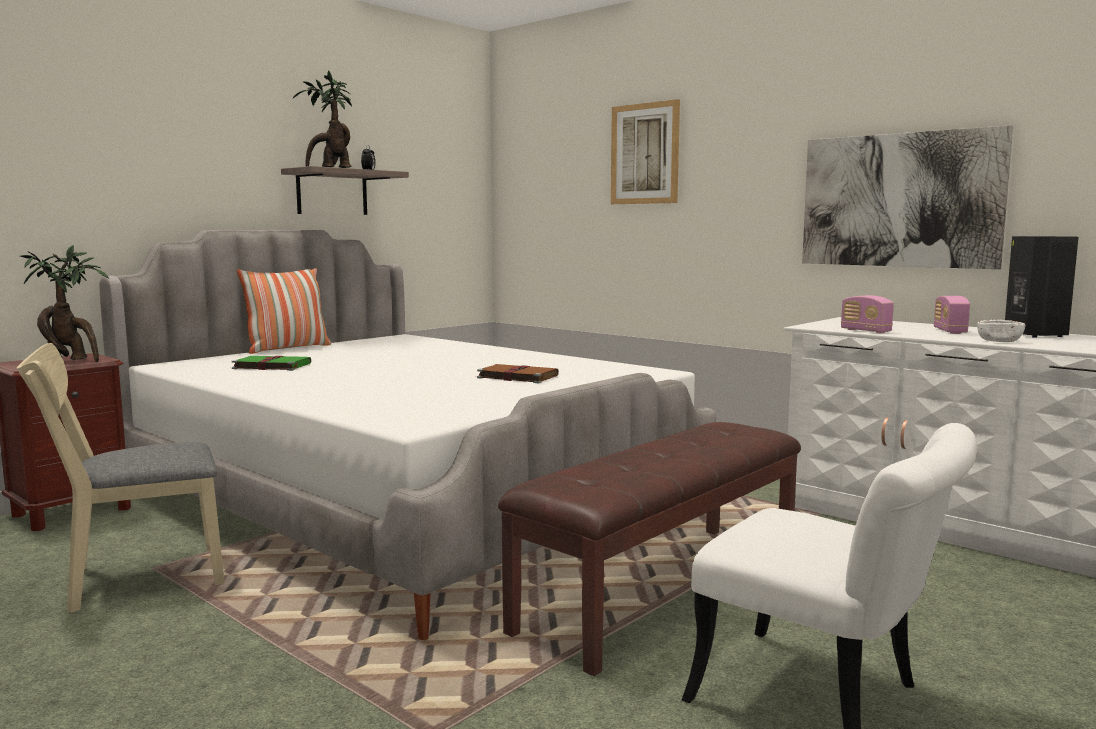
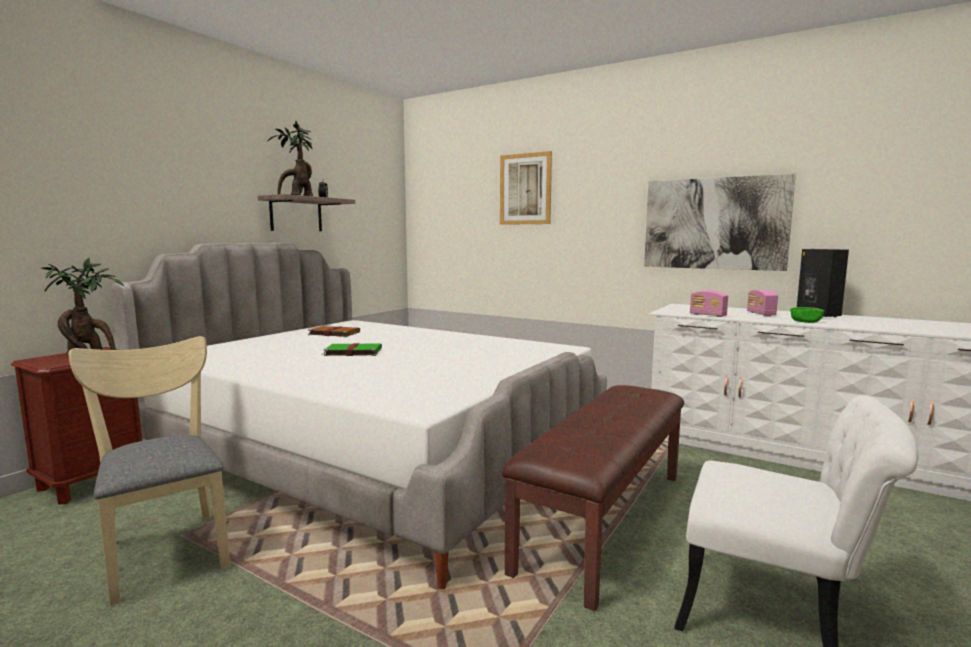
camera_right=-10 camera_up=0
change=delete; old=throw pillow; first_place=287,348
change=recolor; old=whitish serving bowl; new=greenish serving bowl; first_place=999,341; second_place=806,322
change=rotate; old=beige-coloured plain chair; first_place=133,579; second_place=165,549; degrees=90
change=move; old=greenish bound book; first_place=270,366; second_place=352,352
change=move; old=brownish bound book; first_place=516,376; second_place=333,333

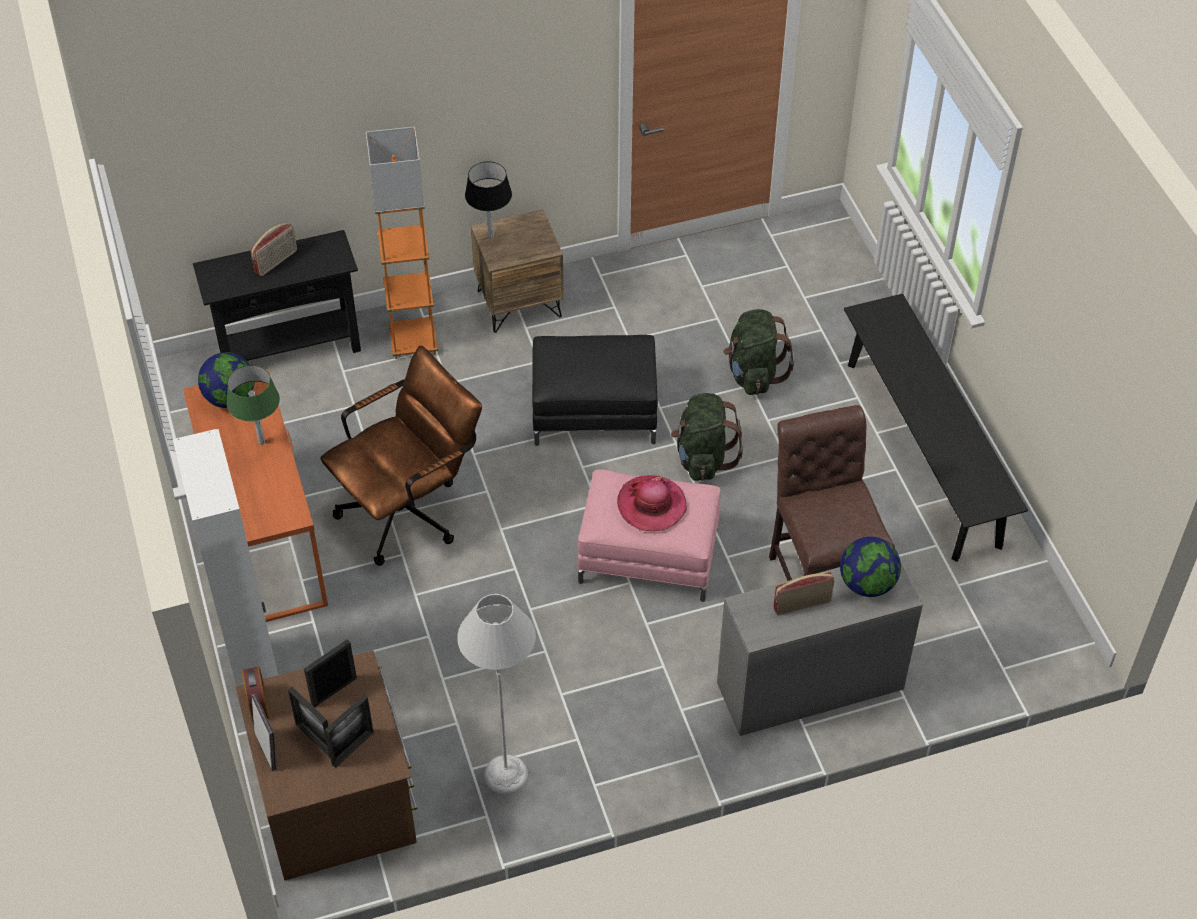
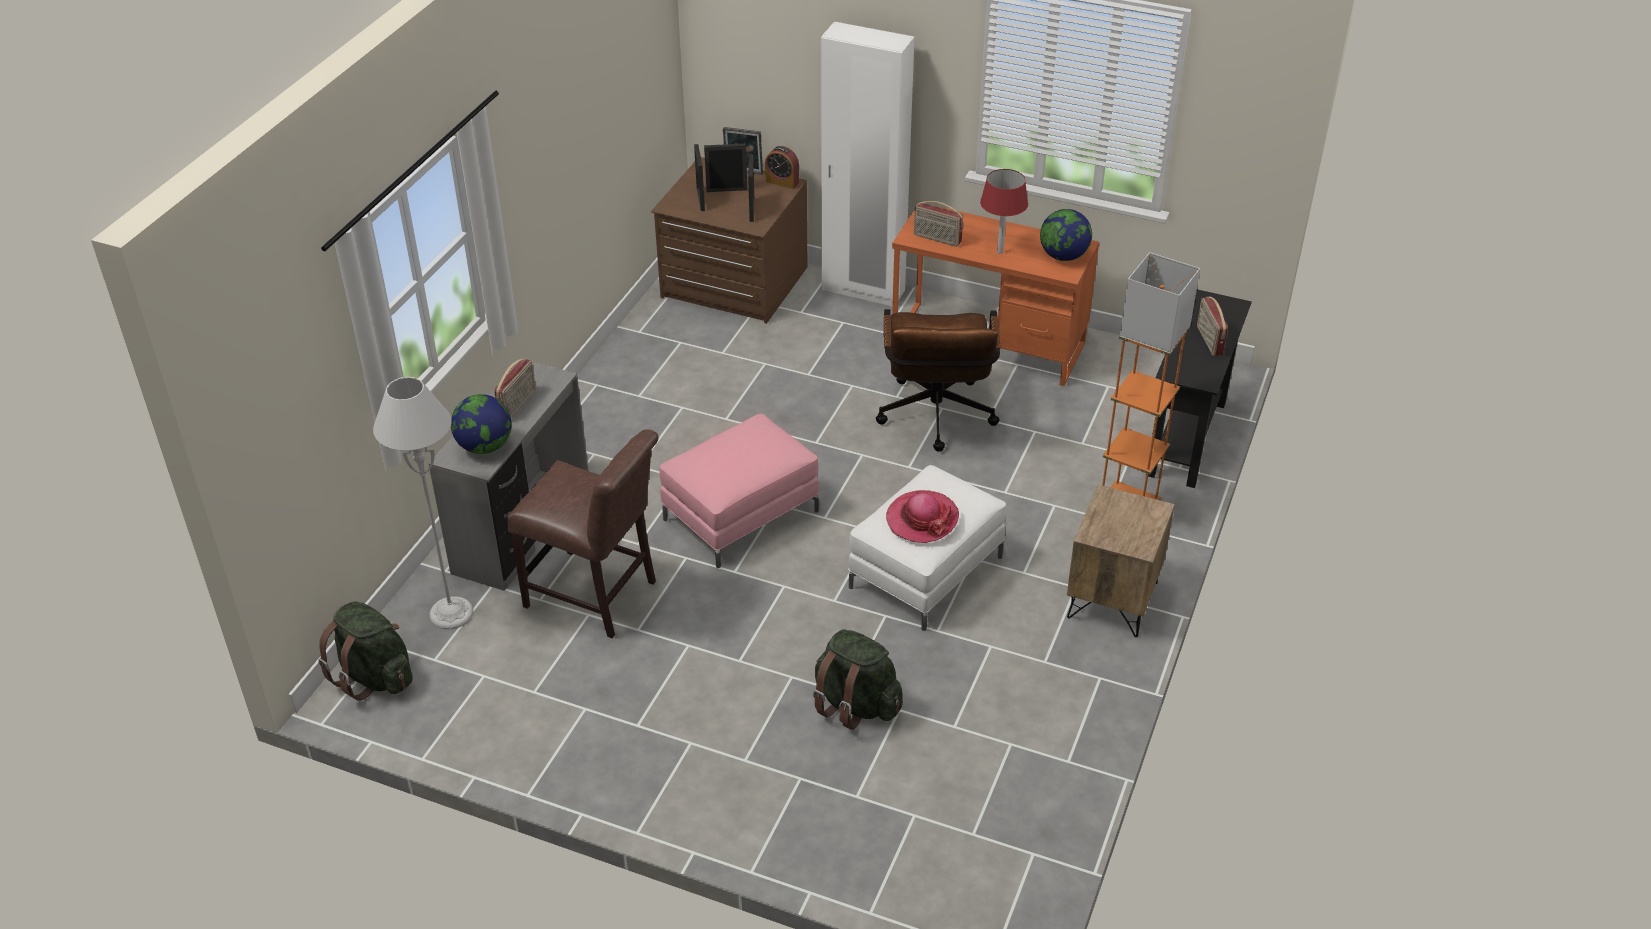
camera_right=130 camera_up=-10
change=delete; old=black tabletop lamp; first_place=490,236
change=delete; old=black long seat; first_place=922,452
change=recolor; old=black footrest; new=whitish footrest; first_place=594,412; second_place=926,572
change=recolor; old=greenish tabletop lamp; new=reddish tabletop lamp; first_place=261,442; second_place=1000,252
change=move; old=greenish backpack; first_place=703,458; second_place=374,676
change=move; old=clothing hat; first_place=651,505; second_place=922,519
change=move; old=gray floor lamp; first_place=506,774; second_place=451,613
change=insert; new=radio; second_place=937,239

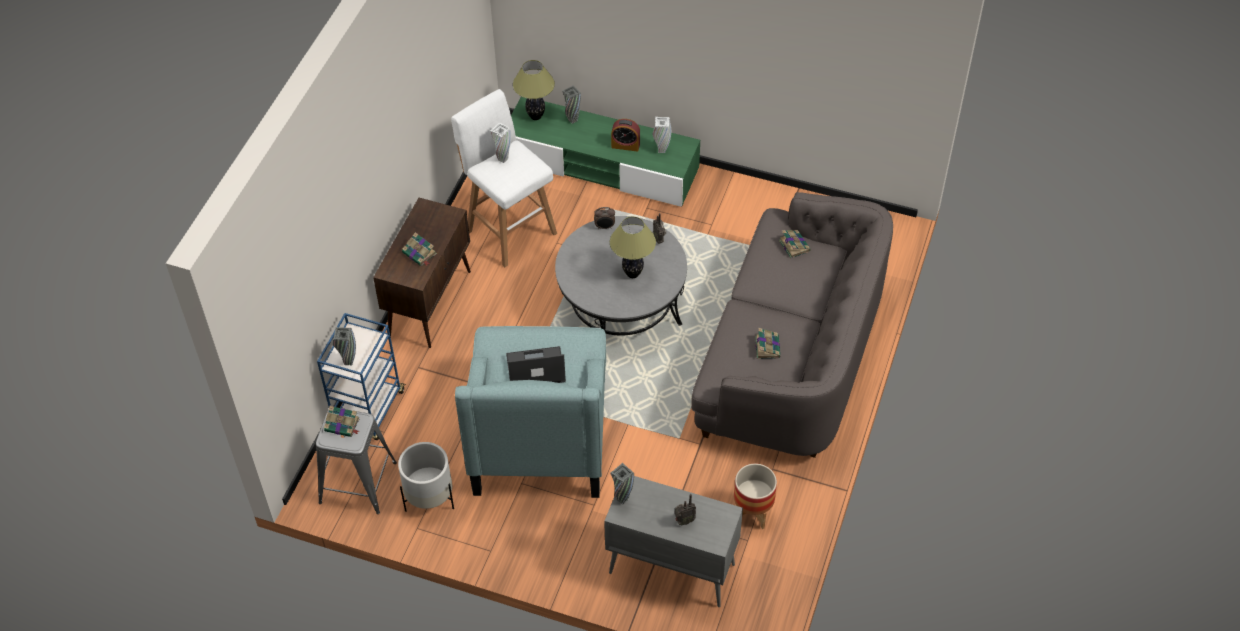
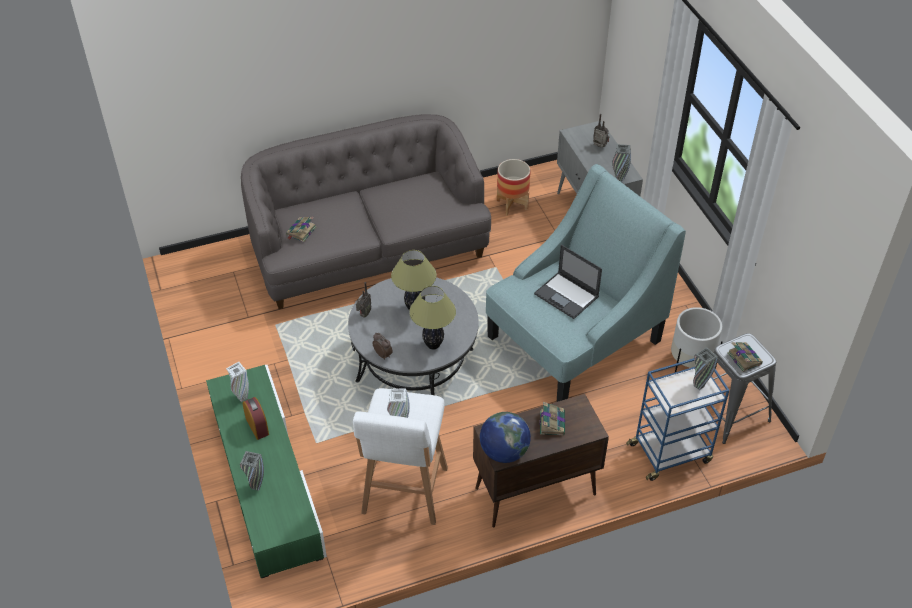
camera_right=-130 camera_up=-5
change=move; old=tabletop lamp; first_place=535,116; second_place=433,345
change=delete; old=bound book; first_place=767,347
change=insert; new=world globe; second_place=504,452

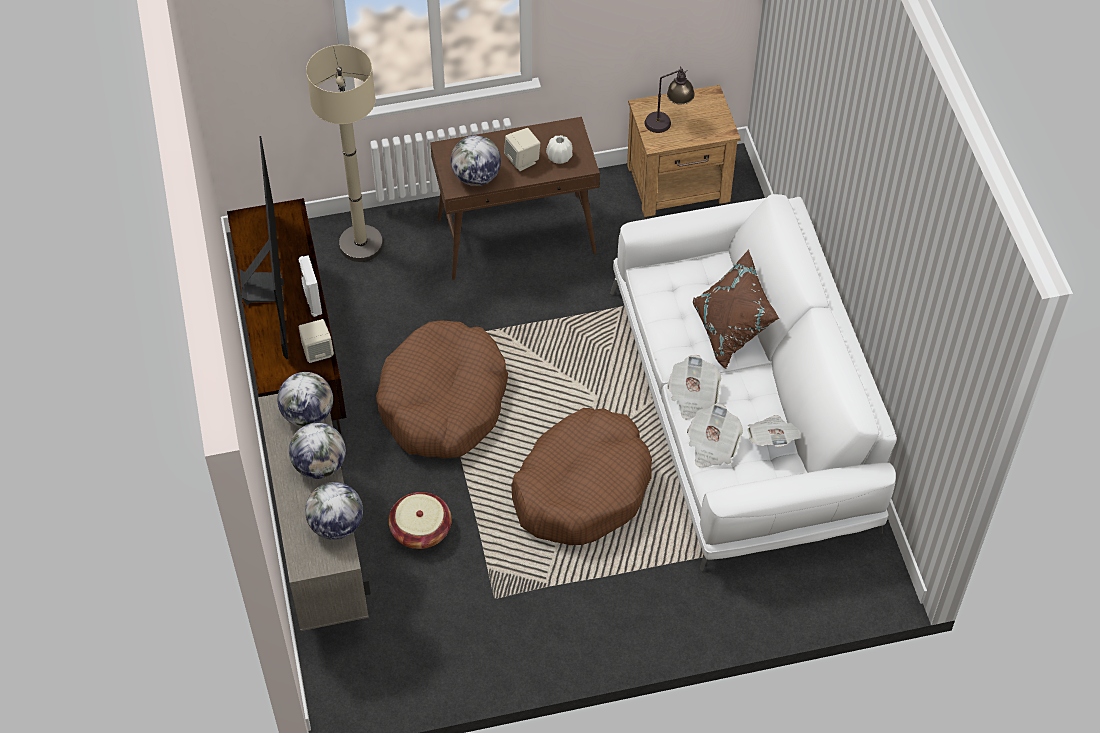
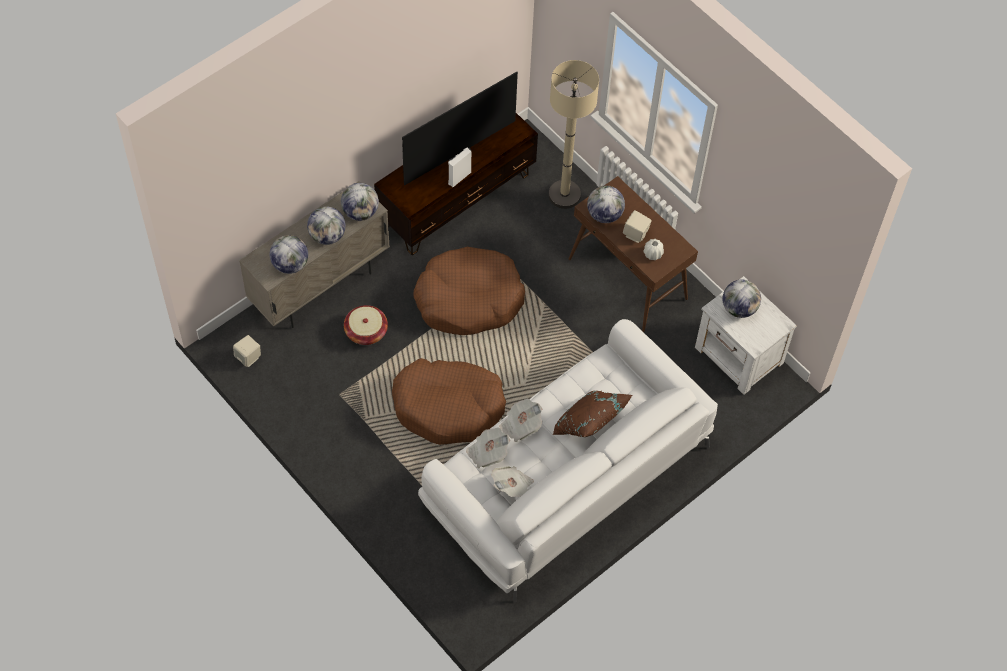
camera_right=60 camera_up=5
change=replace; old=tabletop lamp; new=world globe; first_place=668,122; second_place=739,308
change=recolor; old=brownish nightstand; new=whitish nightstand; first_place=680,184; second_place=739,357
change=move; old=beige-coloured speaker; first_place=318,351; second_place=248,357

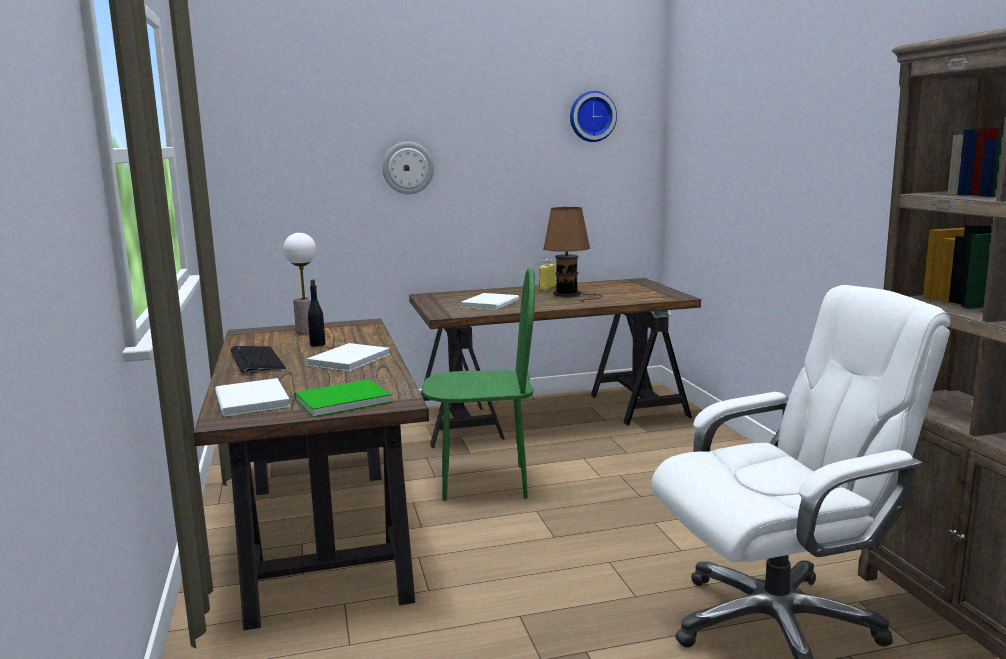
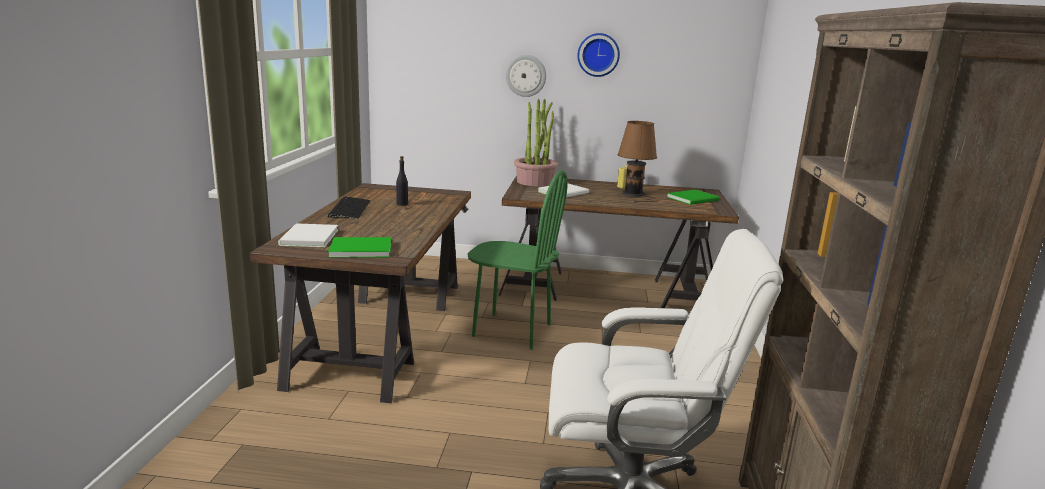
camera_right=20 camera_up=5
change=move; old=wall clock; first_place=591,116; second_place=598,55
change=delete; old=tabletop lamp; first_place=306,330
change=delete; old=whitish bound book; first_place=346,360
change=insert; new=plant in a pot; second_place=535,182
change=insert; new=greenish bound book; second_place=694,199

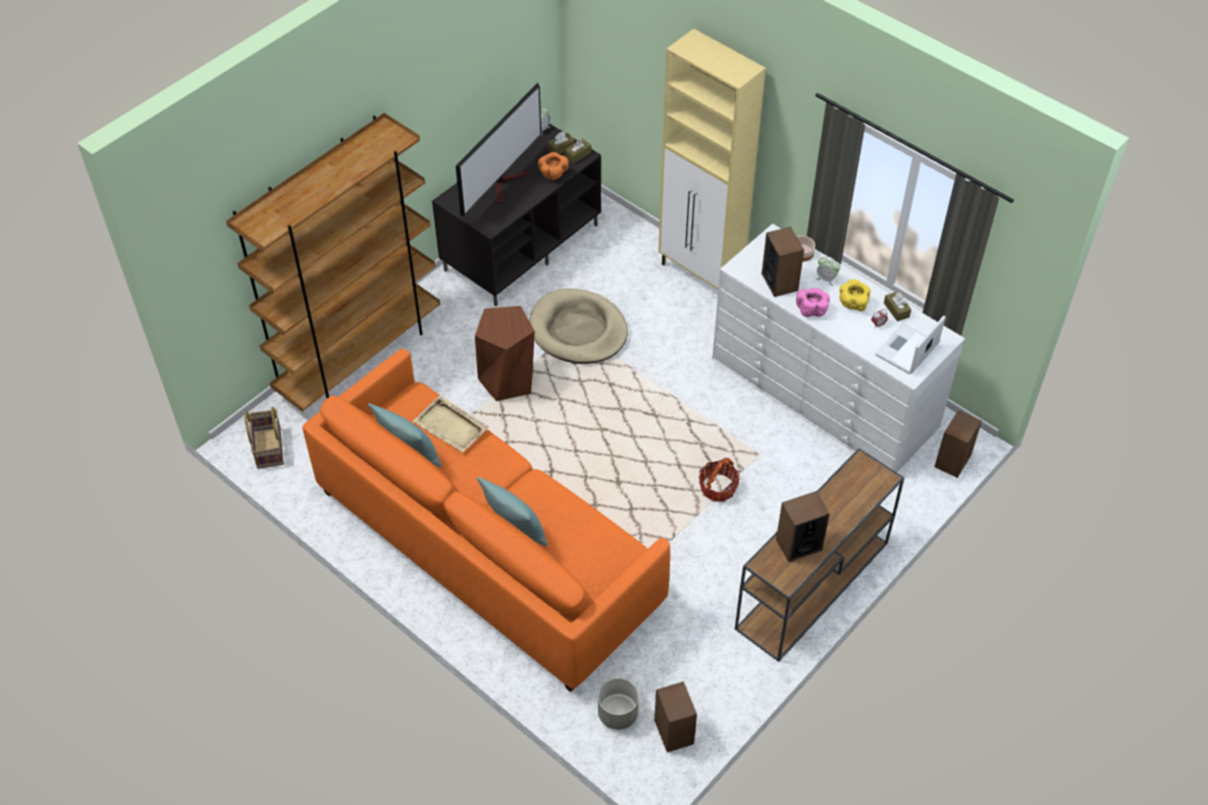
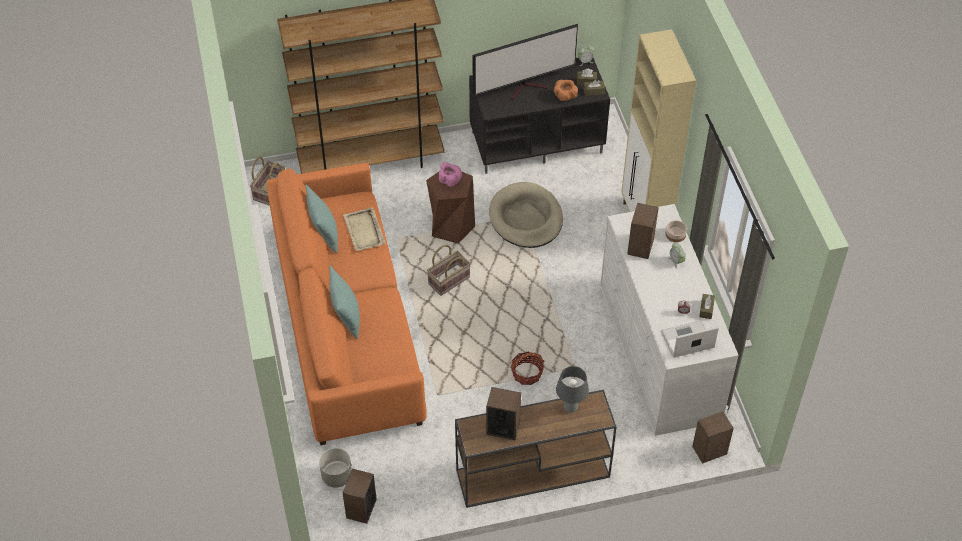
camera_right=35 camera_up=0
change=delete; old=yellow-coloured serving bowl; first_place=852,304
change=move; old=pink-coloured serving bowl; first_place=811,310; second_place=450,180
change=insert; new=storage basket; second_place=448,280
change=insert; new=gray tabletop lamp; second_place=571,408

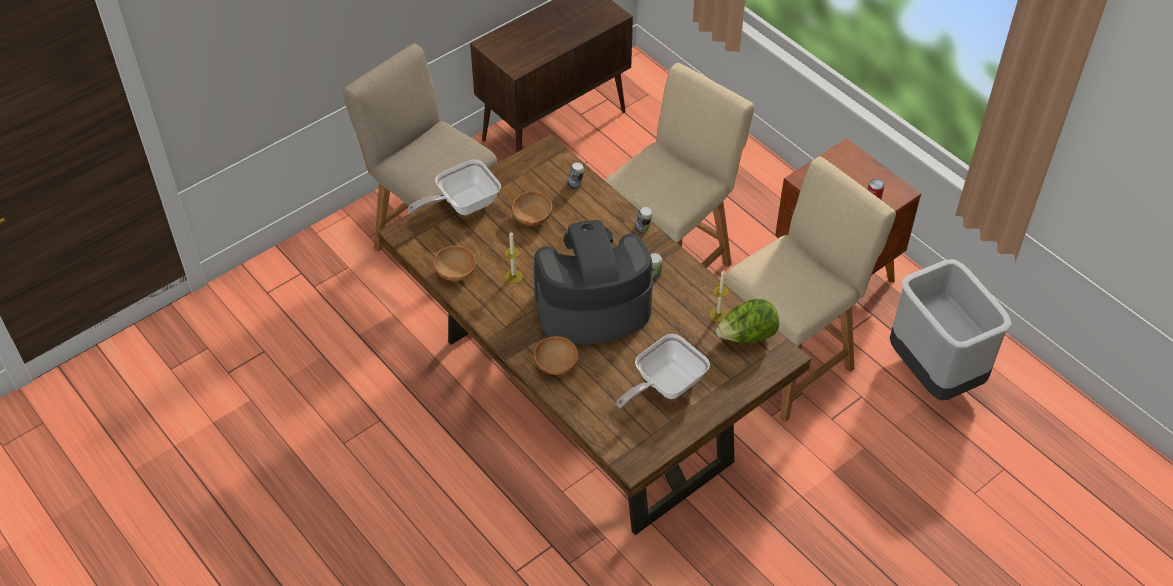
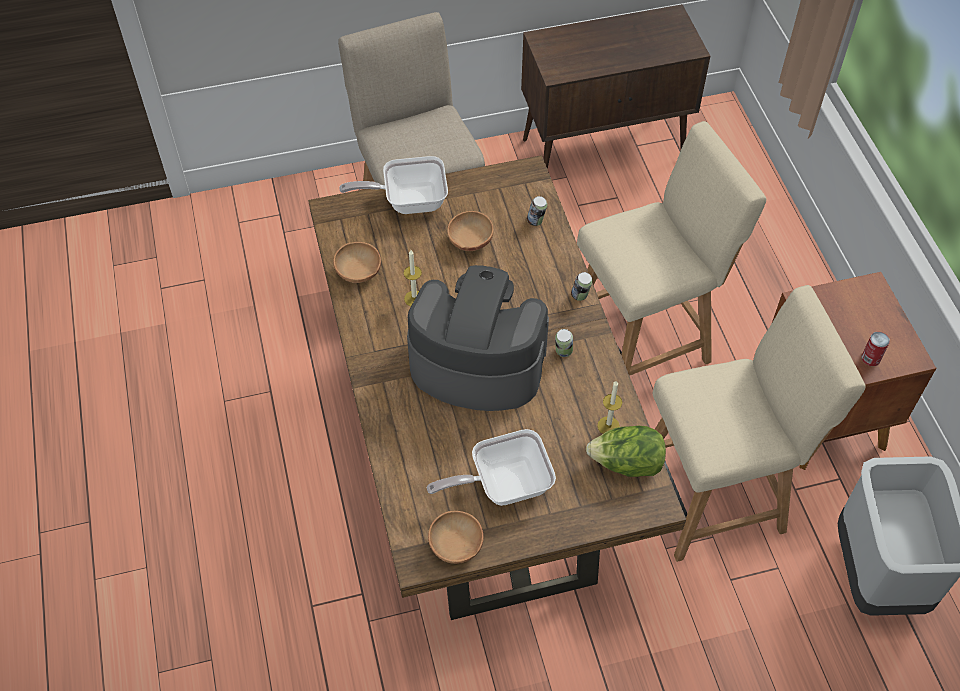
camera_right=25 camera_up=5
change=move; old=brownish serving bowl; first_place=556,365; second_place=456,546

